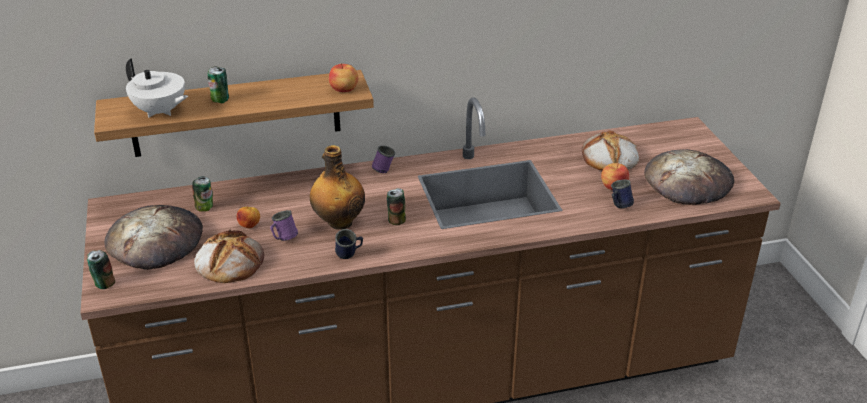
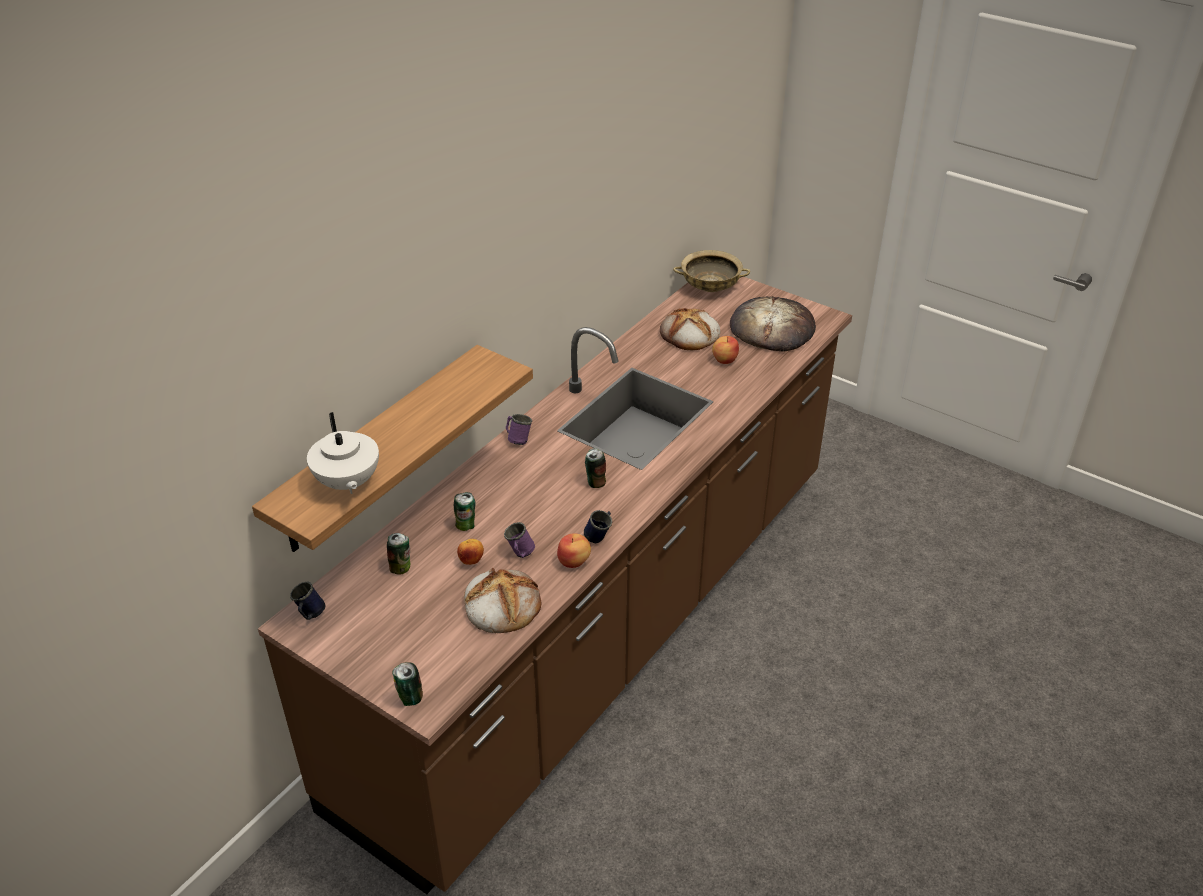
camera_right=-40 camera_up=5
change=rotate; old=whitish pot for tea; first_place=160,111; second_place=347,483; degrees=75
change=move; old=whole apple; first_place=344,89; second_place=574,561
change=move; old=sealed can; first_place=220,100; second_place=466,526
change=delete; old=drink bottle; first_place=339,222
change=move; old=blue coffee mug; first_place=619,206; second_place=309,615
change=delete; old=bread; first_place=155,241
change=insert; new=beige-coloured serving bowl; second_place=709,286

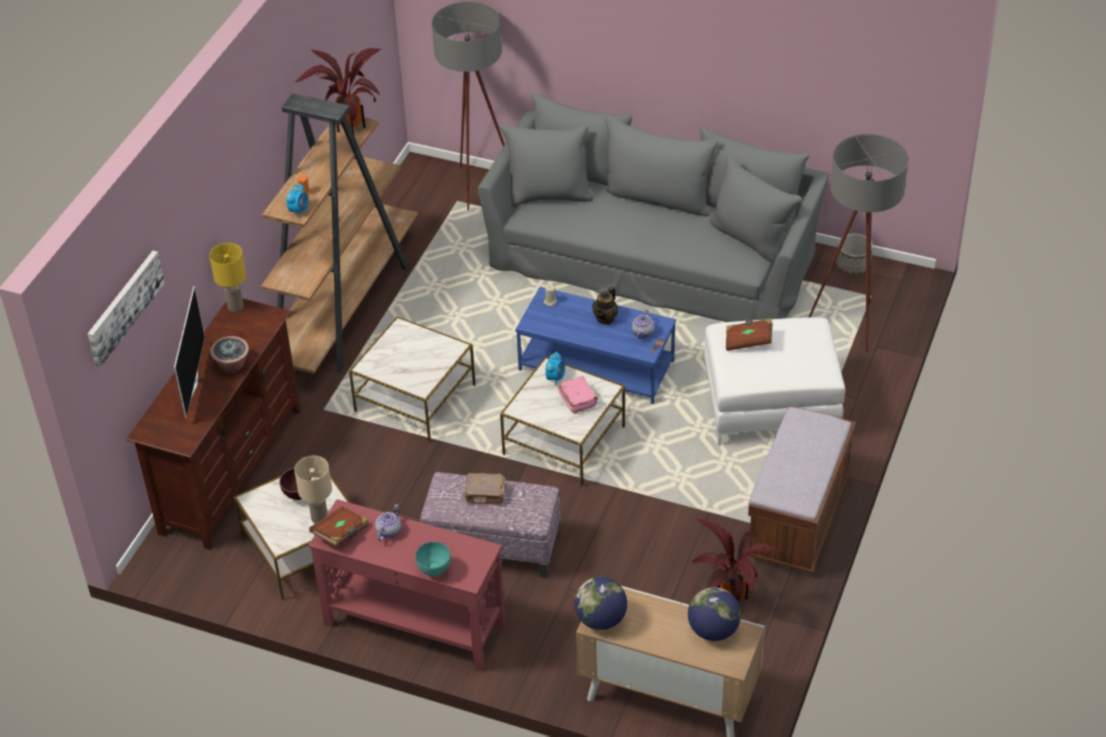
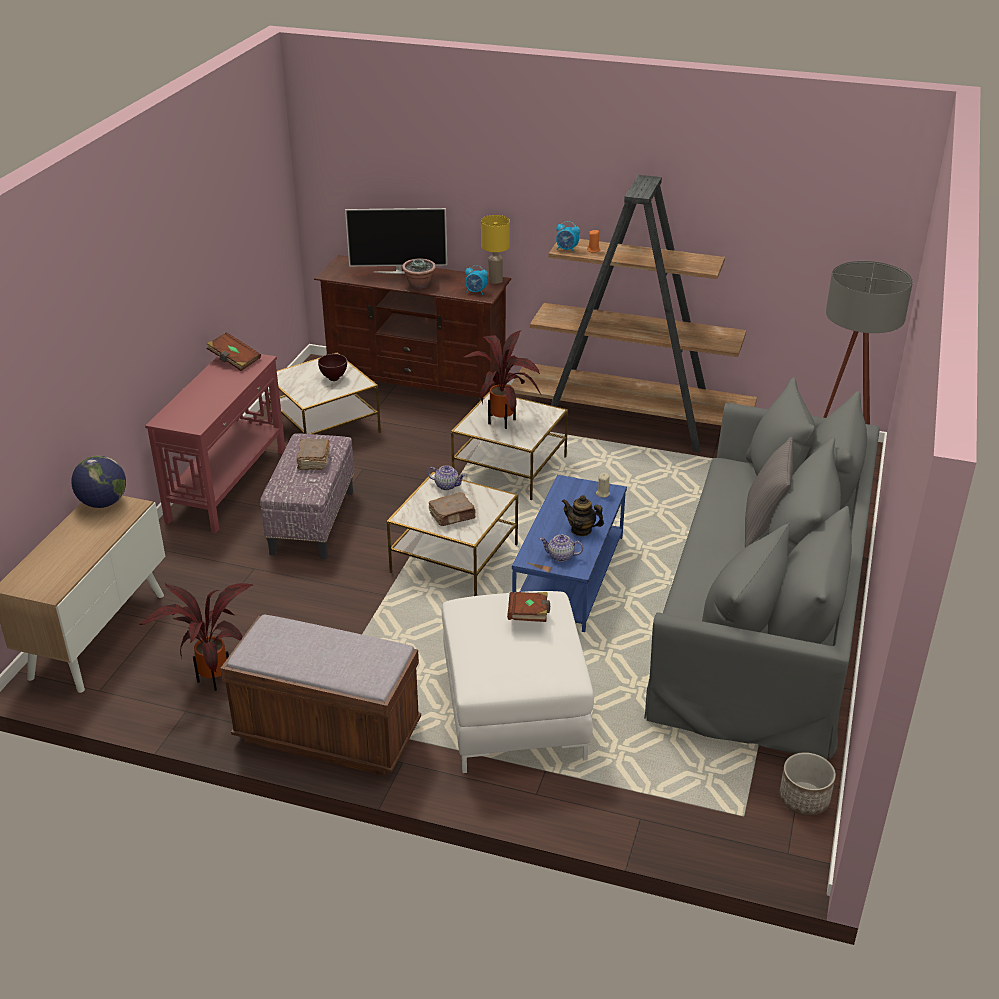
camera_right=85 camera_up=-10
change=move; old=plant in a pot; first_place=349,127; second_place=504,420
change=delete; old=gray floor lamp; first_place=851,331
change=delete; old=wall picture; first_place=124,307
change=move; old=alarm clock; first_place=555,378; second_place=476,292
change=recolor; old=pink-coloured bound book; new=brownish bound book; first_place=577,399; second_place=452,516
change=delete; old=beige-coloured tabletop lamp; first_place=319,518
change=move; old=pot for tea; first_place=388,531; second_place=447,485
change=delete; old=turquoise-coloured serving bowl; first_place=433,572
change=delete; old=world globe; first_place=713,630
change=insert; new=gray throw pillow; second_place=764,525

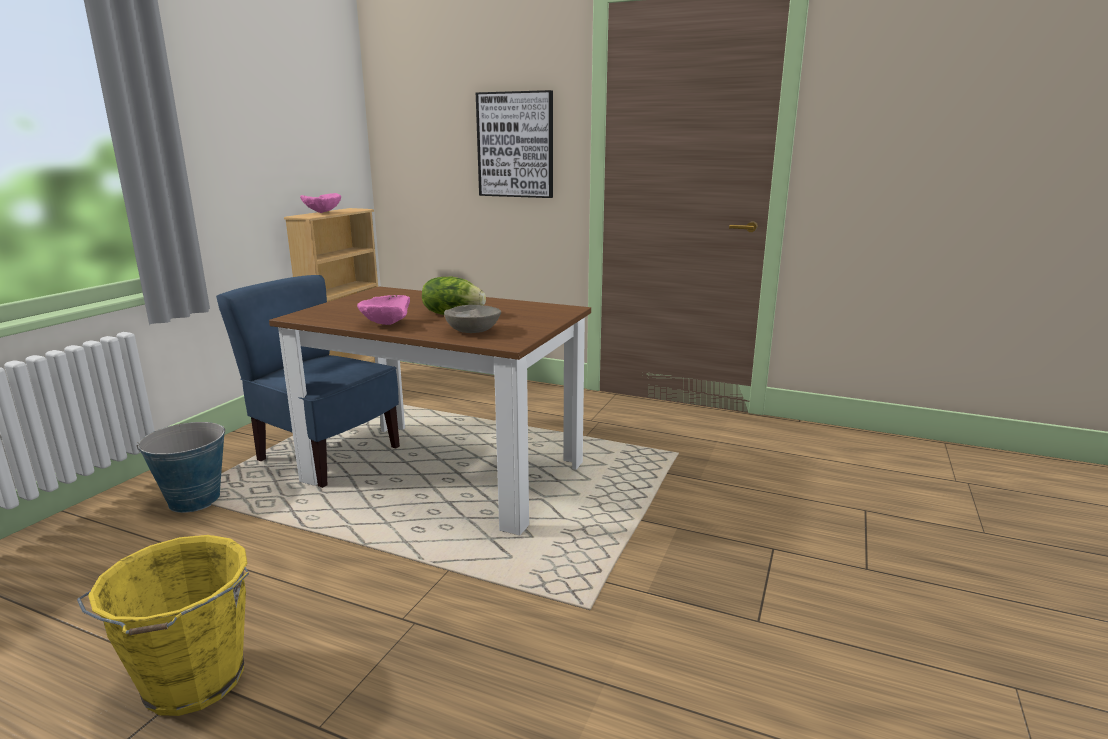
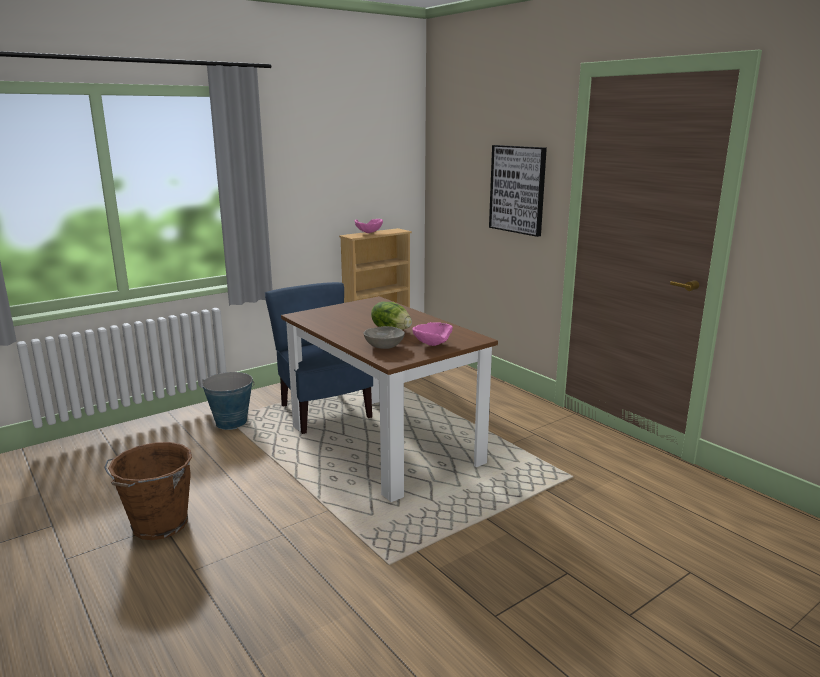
camera_right=30 camera_up=0
change=move; old=pink-coloured serving bowl; first_place=384,324; second_place=431,344
change=recolor; old=yellow-coloured pail; new=brownish pail; first_place=193,683; second_place=158,526

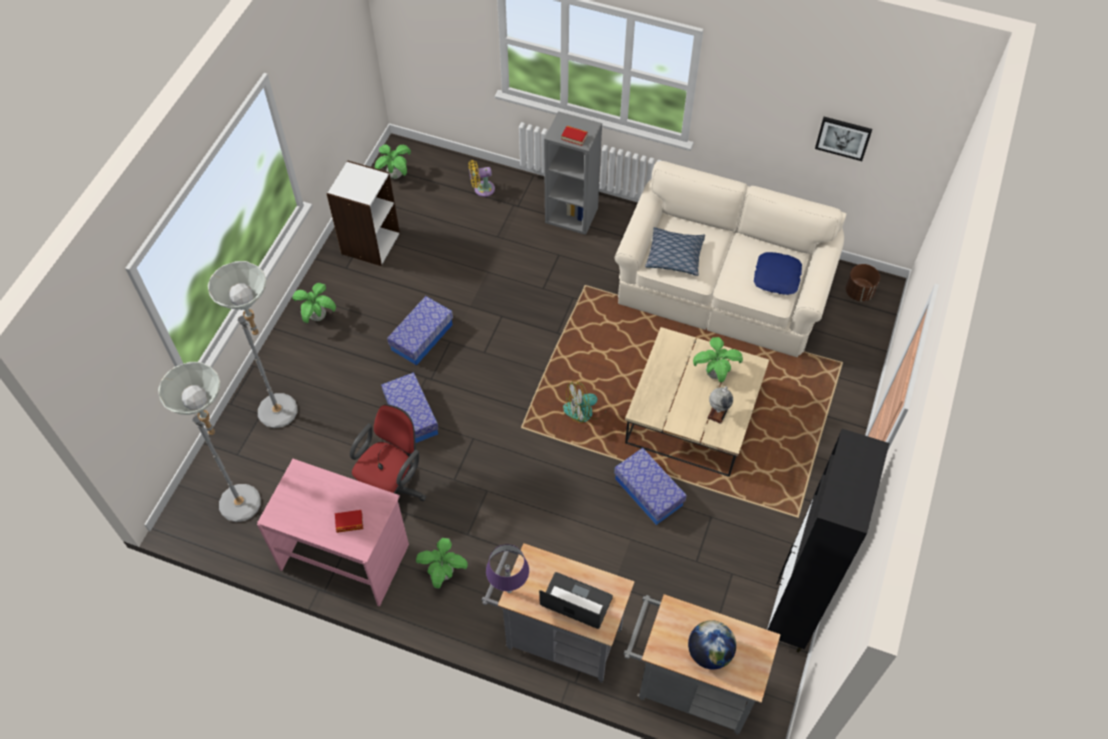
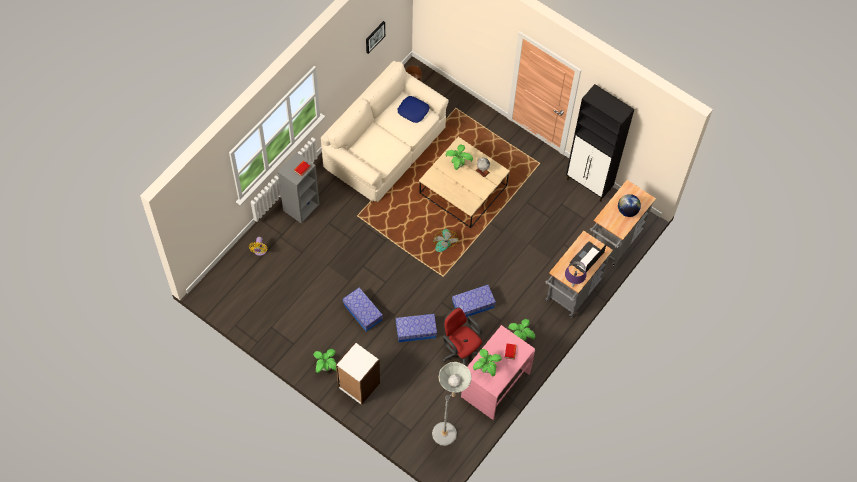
camera_right=-75 camera_up=5
change=move; old=plant in a pot; first_place=395,175; second_place=486,369
change=move; old=whitish bookcase; first_place=370,243; second_place=358,385
change=delete; old=throw pillow; first_place=674,256
change=delete; old=gray floor lamp; first_place=285,415
change=move; old=storage container; first_place=648,492; second_place=473,305

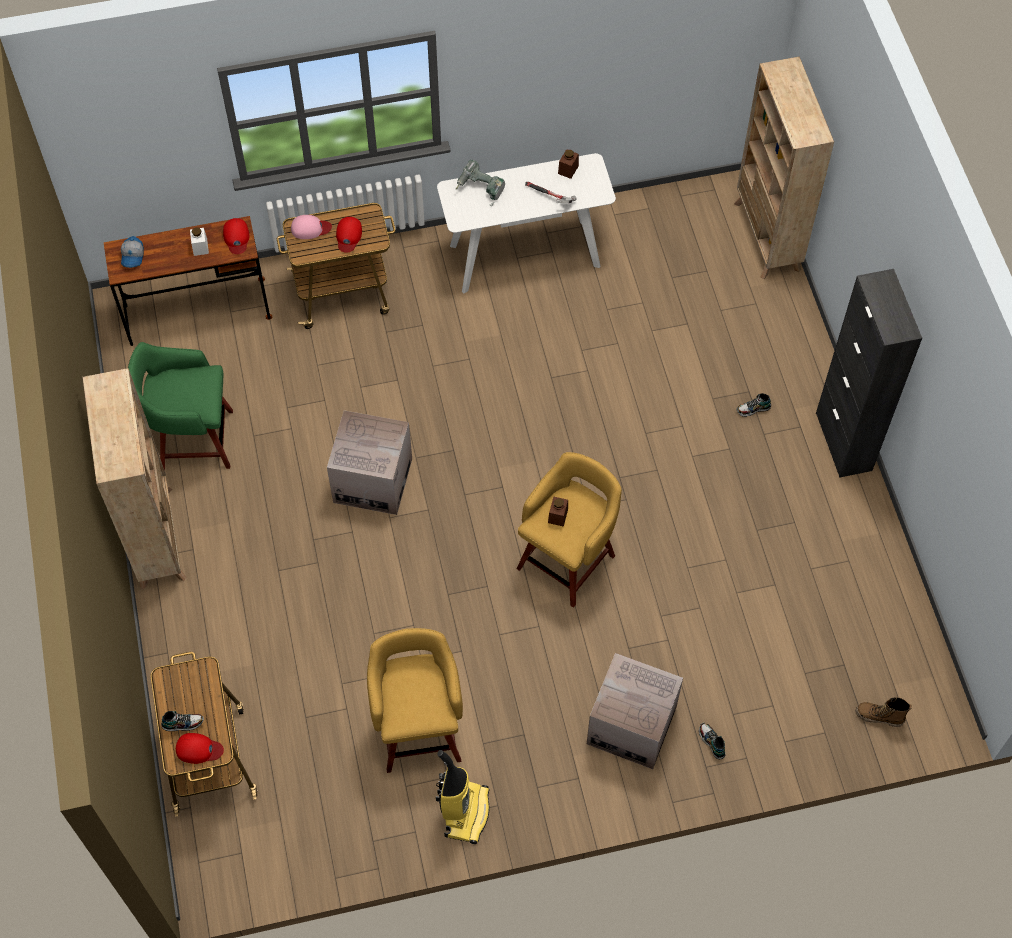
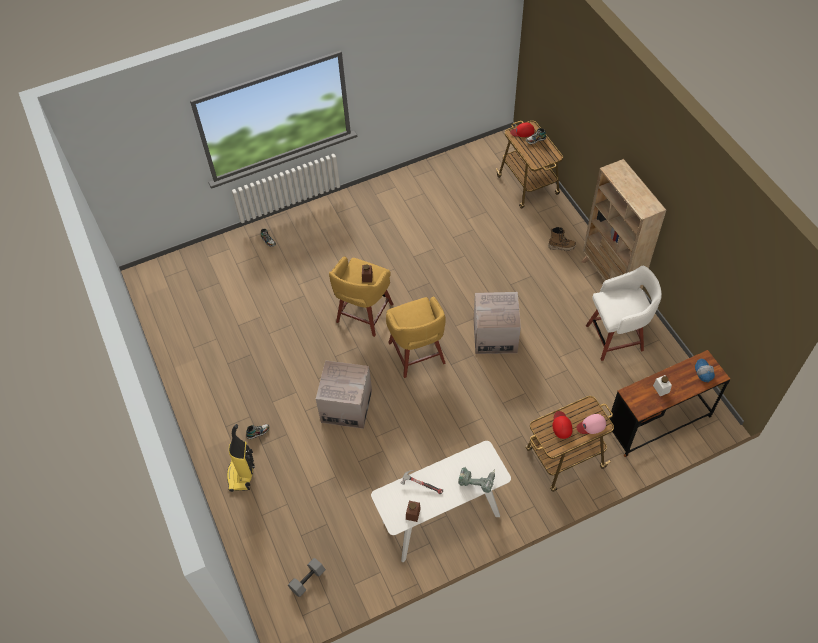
camera_right=170 camera_up=-5
change=delete; old=beige-coloured bookcase; first_place=766,237
change=delete; old=reddish baseball cap; first_place=236,237
change=delete; old=black storage cabinet; first_place=843,441
change=recolor; old=greenish stool seat; new=whitish stool seat; first_place=193,439; second_place=616,337
change=move; old=yellow-coloured stool seat; first_place=419,728; second_place=417,355
change=move; old=carton; first_place=631,725; second_place=346,406
change=move; old=tall boot; first_place=879,717; second_place=561,246
change=move; old=vacuum; first_place=465,812; second_place=242,474
change=insert; new=gray dumbbell; second_place=307,579

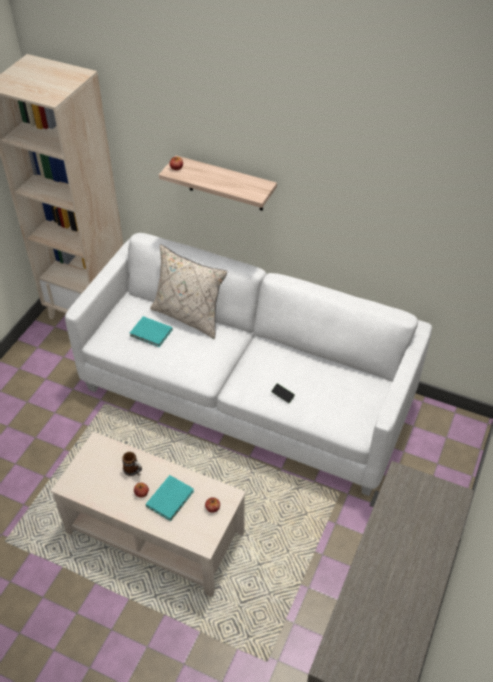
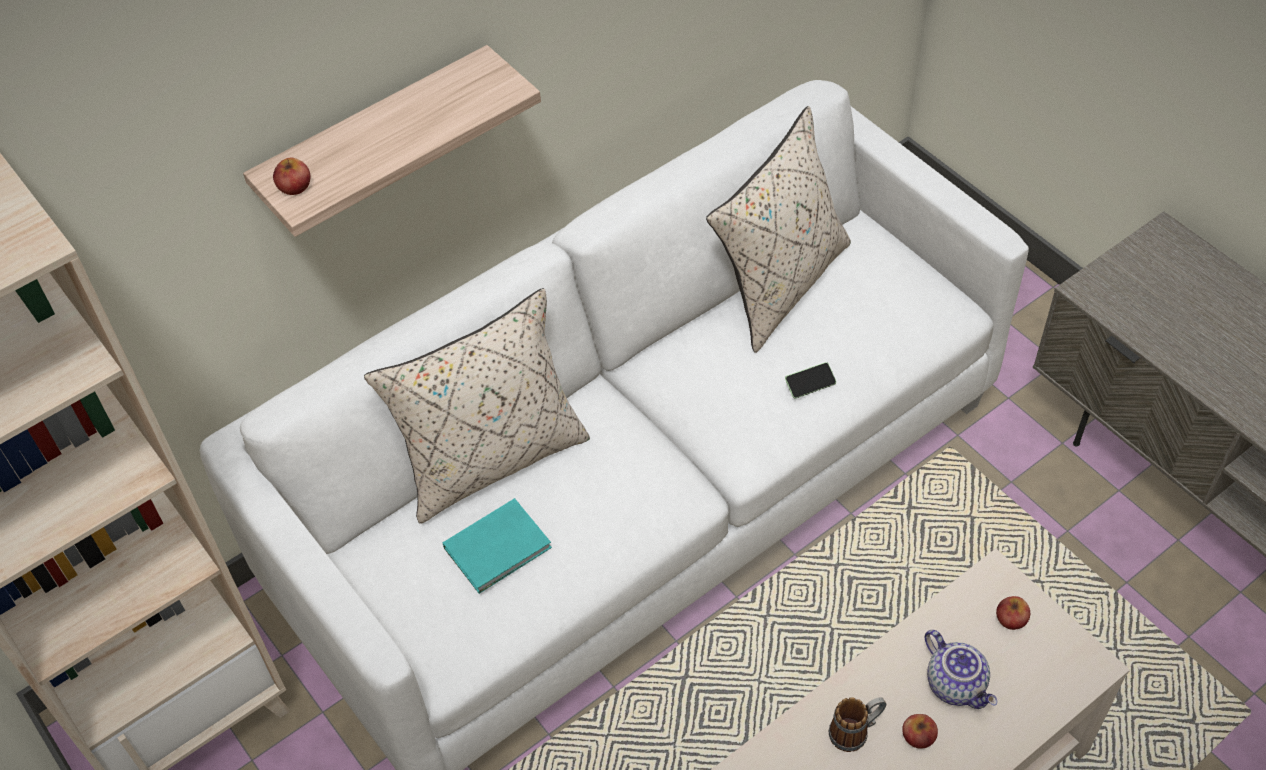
camera_right=-60 camera_up=5
change=replace; old=turquoise-coloured bound book; new=pot for tea; first_place=171,498; second_place=957,684
change=insert; new=beige-coloured throw pillow; second_place=779,284

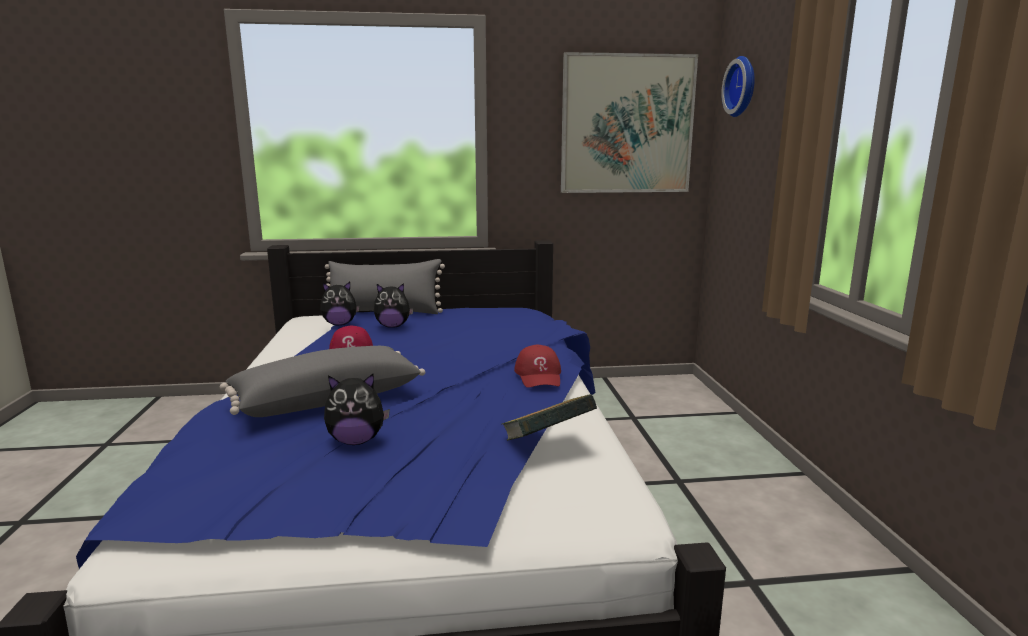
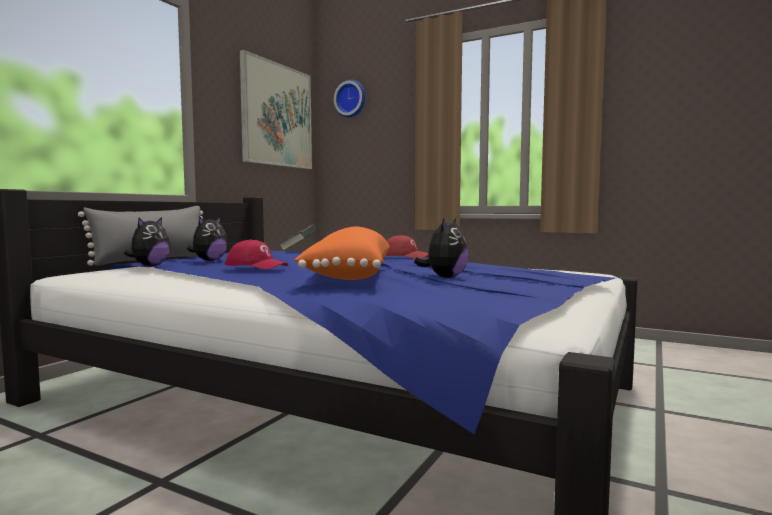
camera_right=-55 camera_up=-10
change=recolor; old=gray throw pillow; new=orangey throw pillow; first_place=326,399; second_place=347,276
change=move; old=bound book; first_place=547,442; second_place=298,250

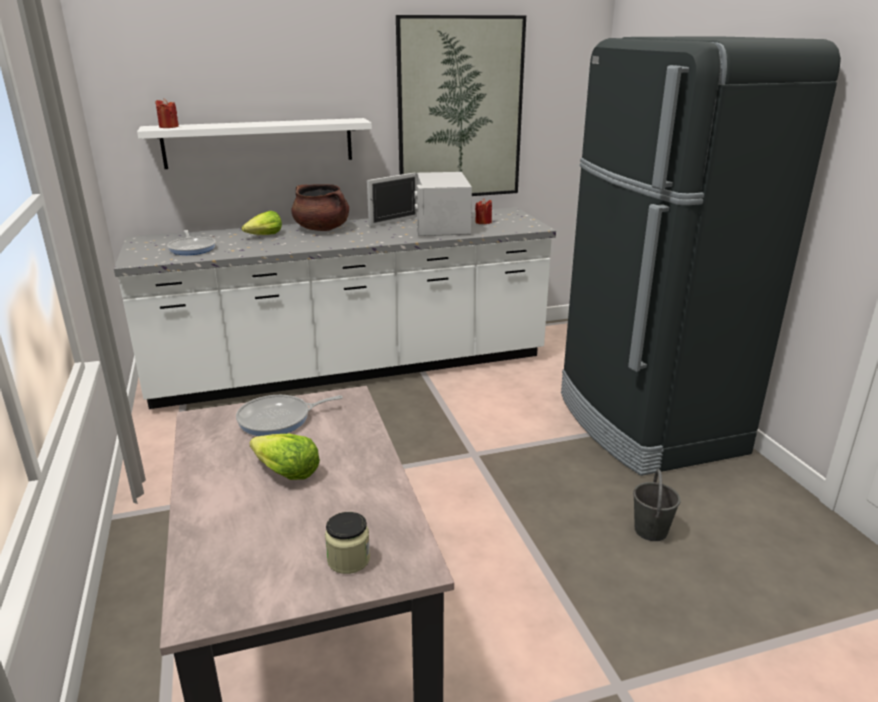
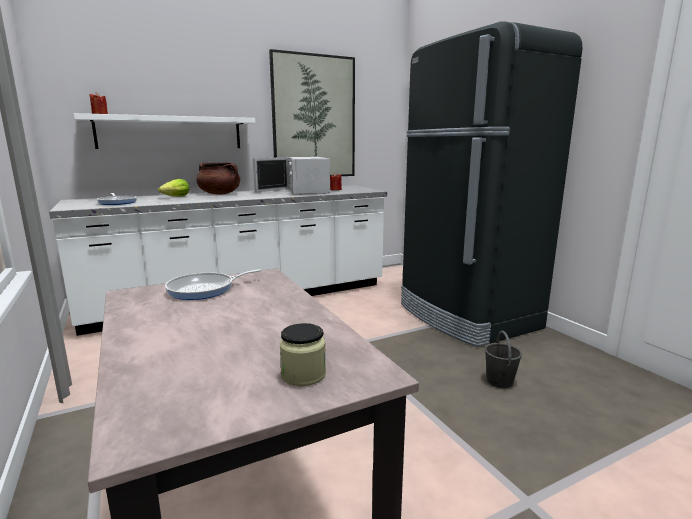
camera_right=-10 camera_up=-10
change=delete; old=lettuce head; first_place=286,472

